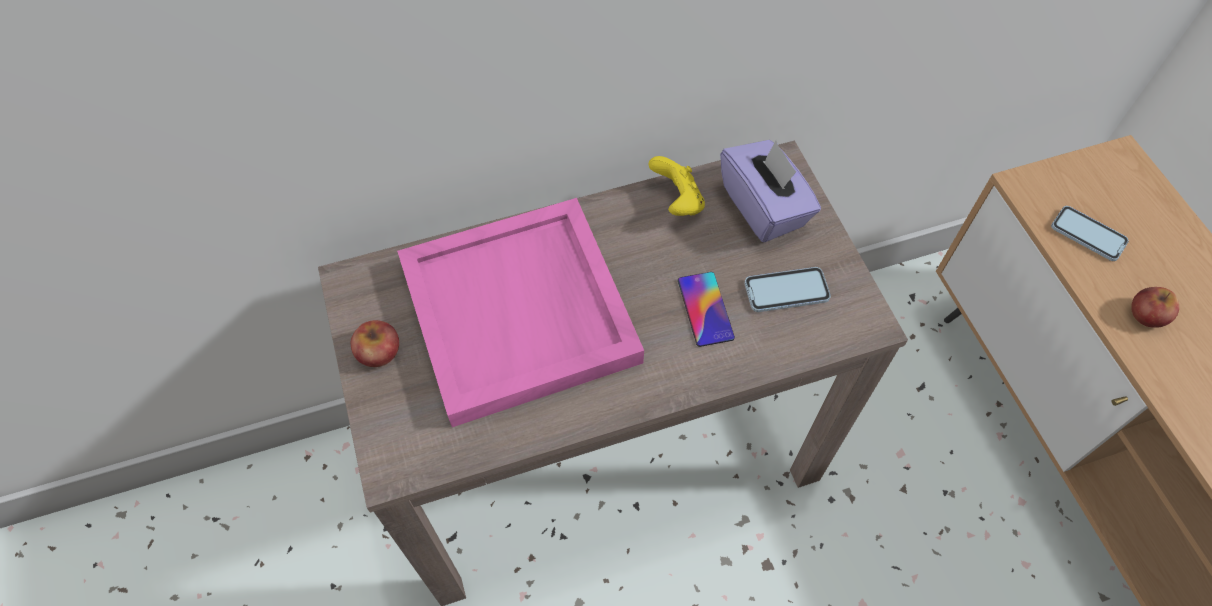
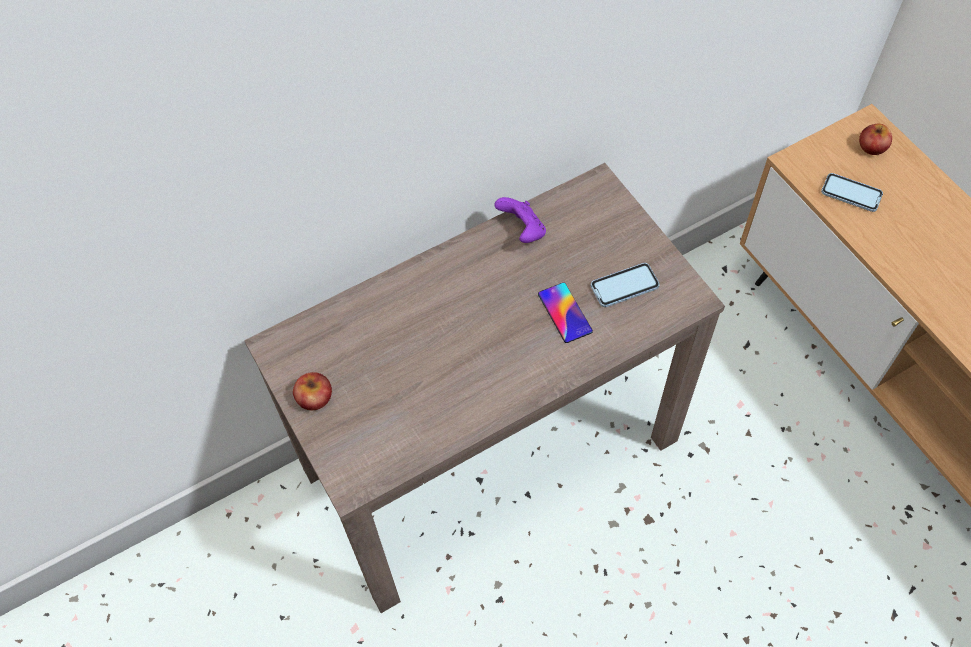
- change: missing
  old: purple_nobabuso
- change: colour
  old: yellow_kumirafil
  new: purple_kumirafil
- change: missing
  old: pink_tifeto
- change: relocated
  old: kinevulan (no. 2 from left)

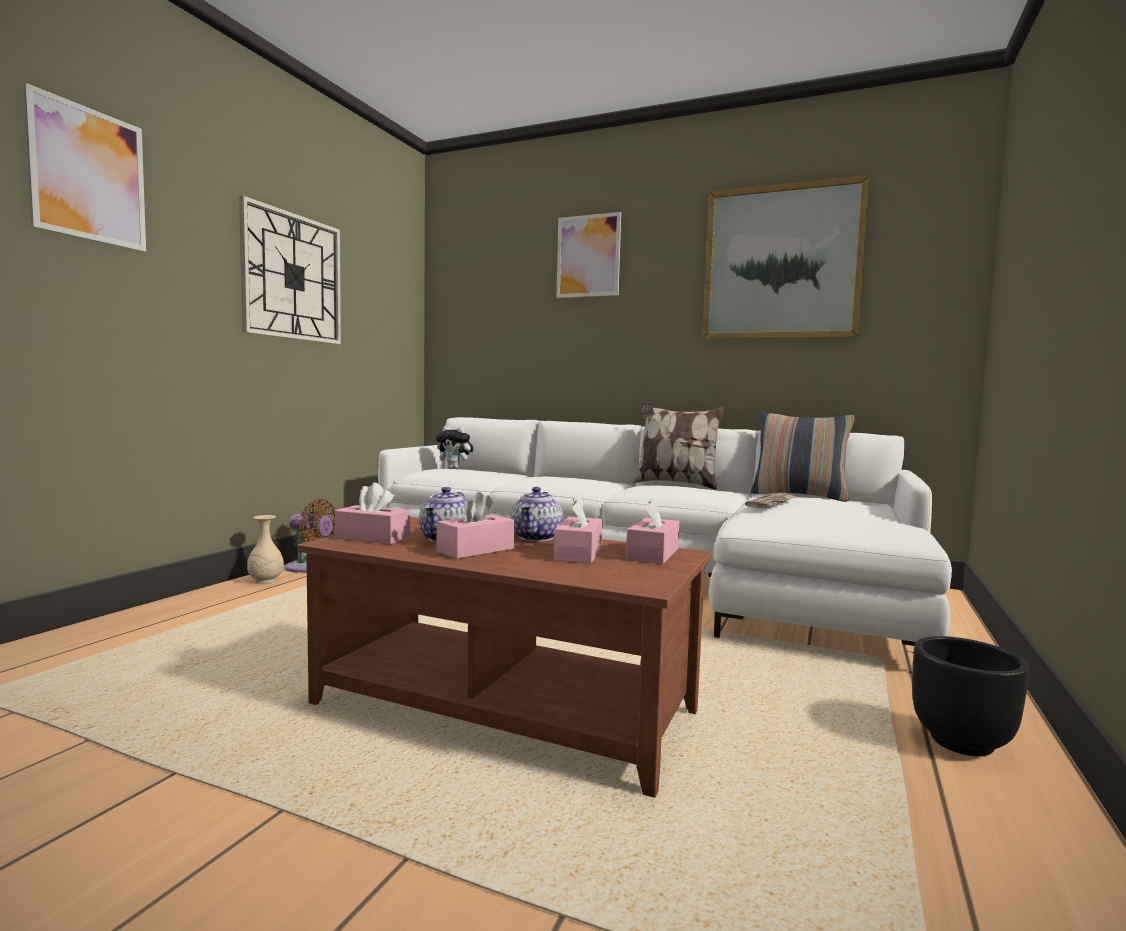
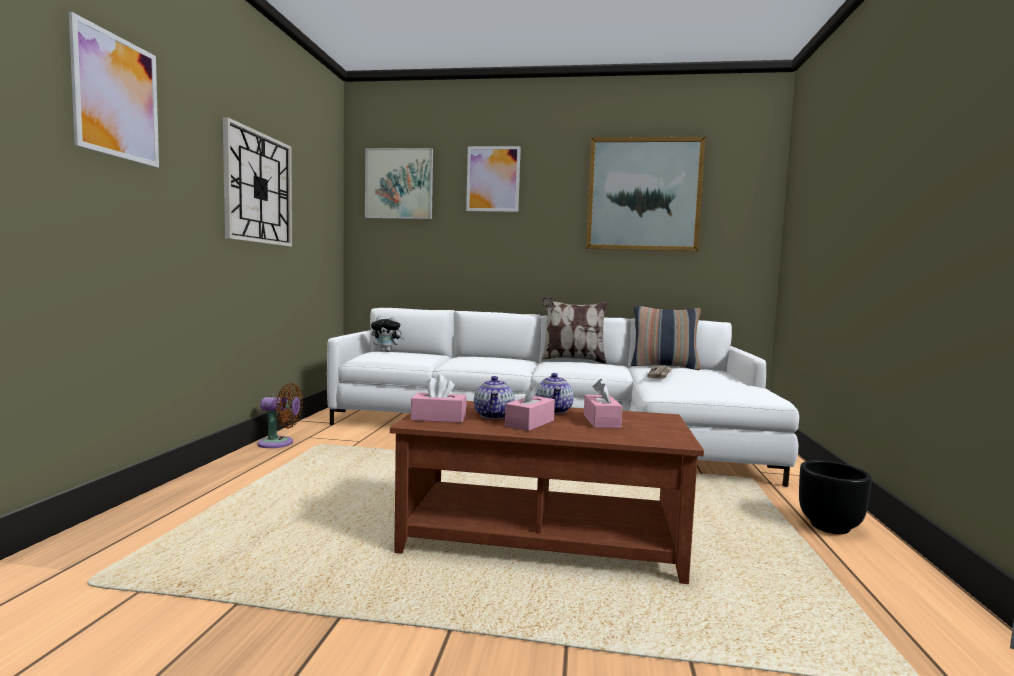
- change: missing
  old: pink_nobabuso (no. 4 from left)
- change: missing
  old: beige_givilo
- change: appeared
  new: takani (no. 2 from left)

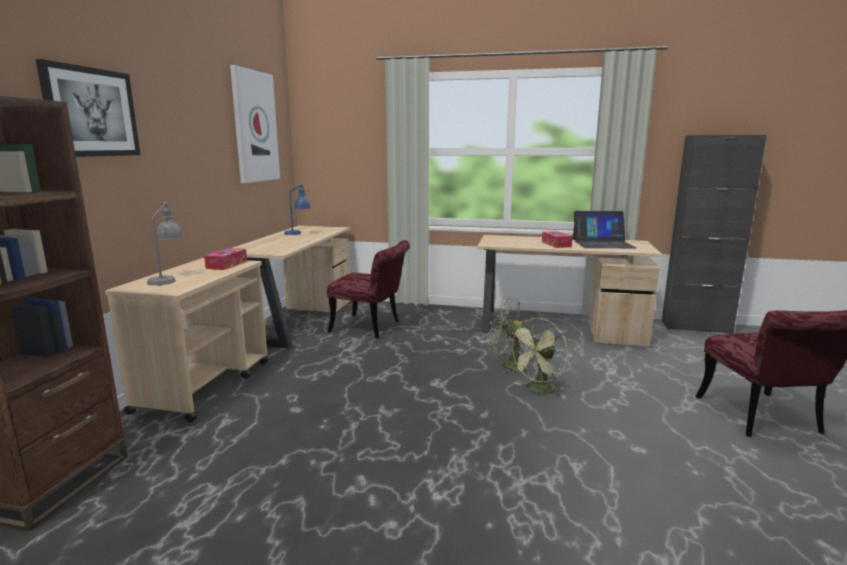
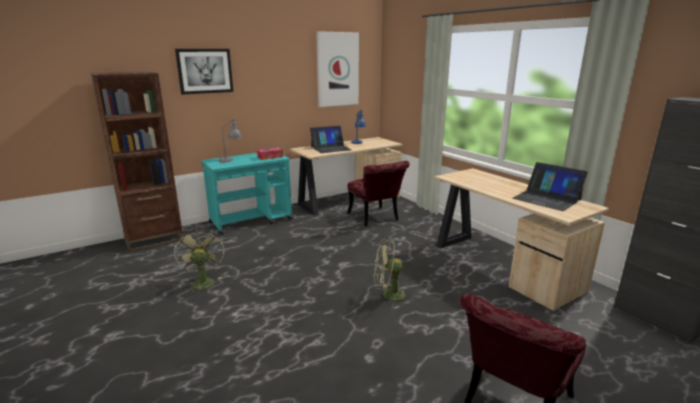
- change: missing
  old: nobabuso (no. 2 from left)
- change: colour
  old: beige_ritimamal
  new: turquoise_ritimamal
- change: relocated
  old: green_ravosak (no. 1 from left)
- change: appeared
  new: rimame (no. 1 from left)

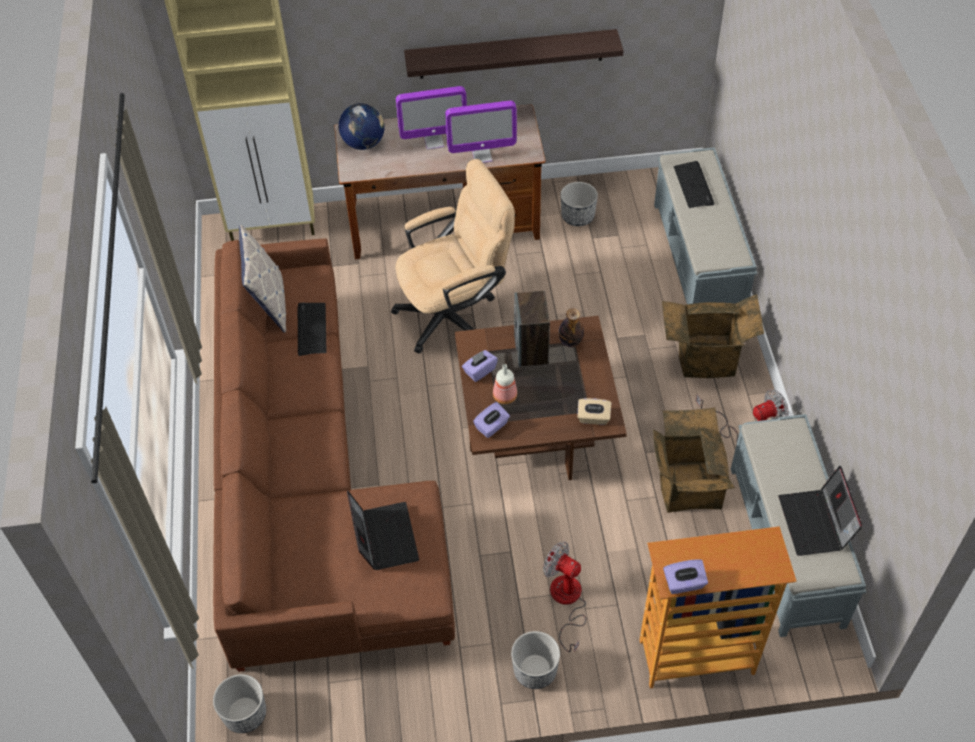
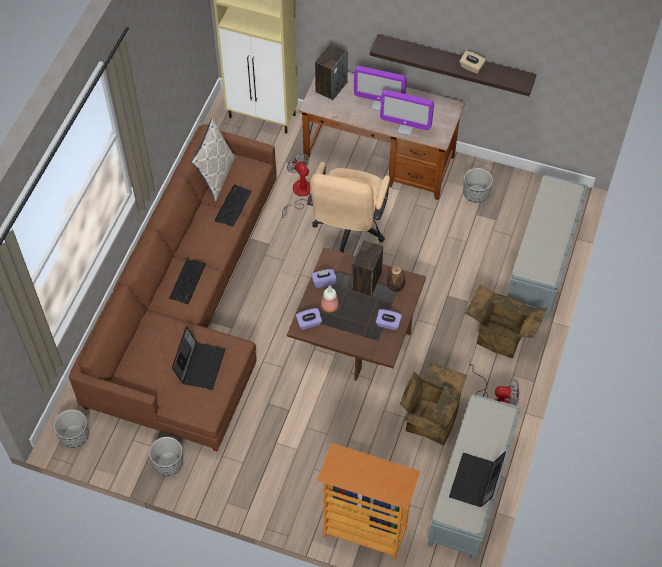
- change: exchanged
  old: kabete
  new: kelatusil (no. 1 from left)
- change: spun
  old: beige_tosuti
  degrees: 105
- change: relocated
  old: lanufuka (no. 2 from left in the first image)
  new: lanufuka (no. 1 from left)
- change: relocated
  old: beige_nobabuso
- change: relocated
  old: ravosak (no. 1 from left)
- change: relocated
  old: purple_nobabuso (no. 3 from left)
- change: relocated
  old: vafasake (no. 2 from left)

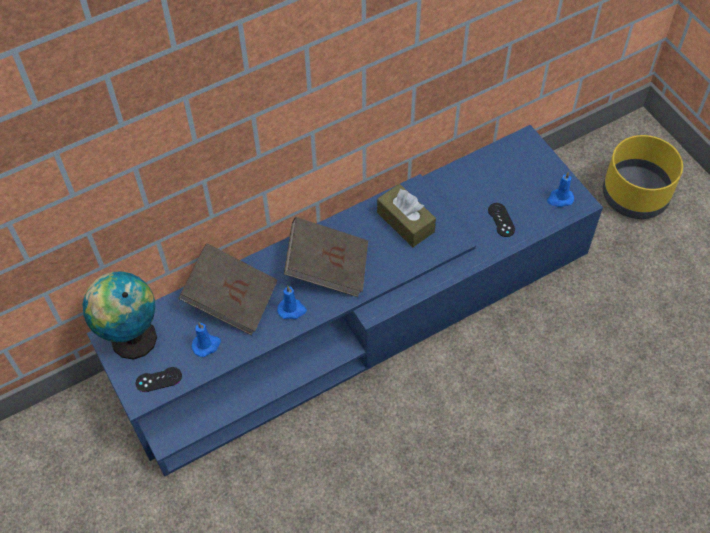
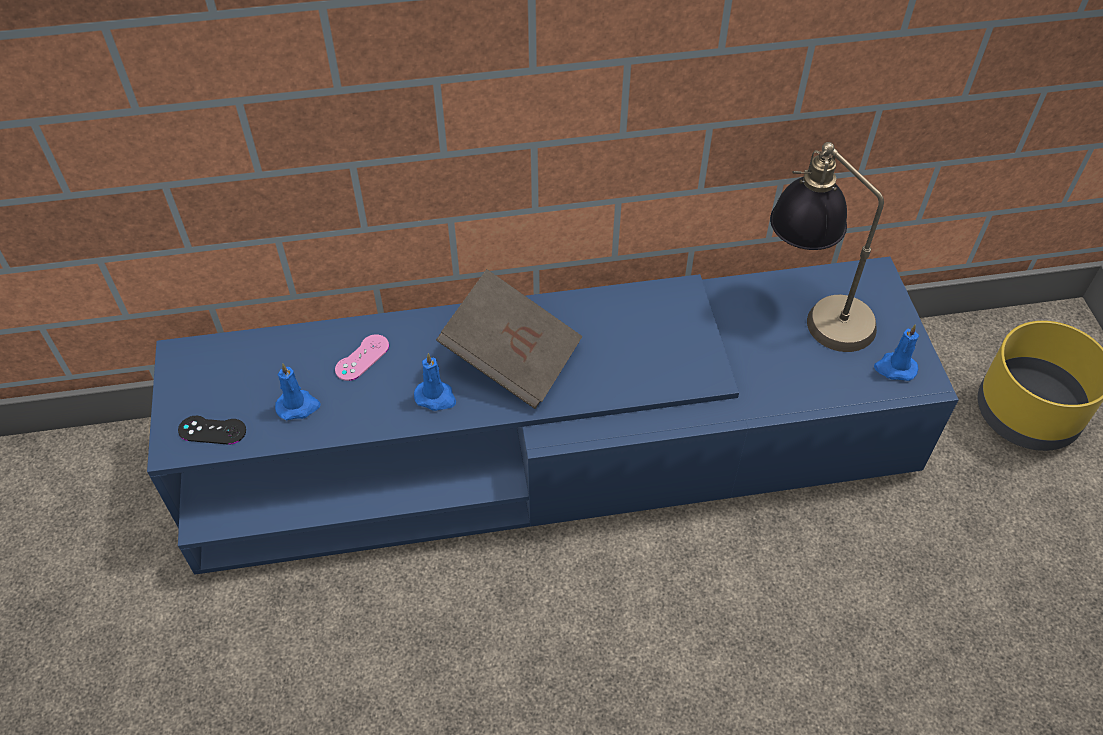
- change: missing
  old: brown_nobabuso
- change: missing
  old: black_kumirafil (no. 2 from left)
- change: exchanged
  old: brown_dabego (no. 1 from left)
  new: pink_kumirafil
- change: missing
  old: kabete
- change: appeared
  new: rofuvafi

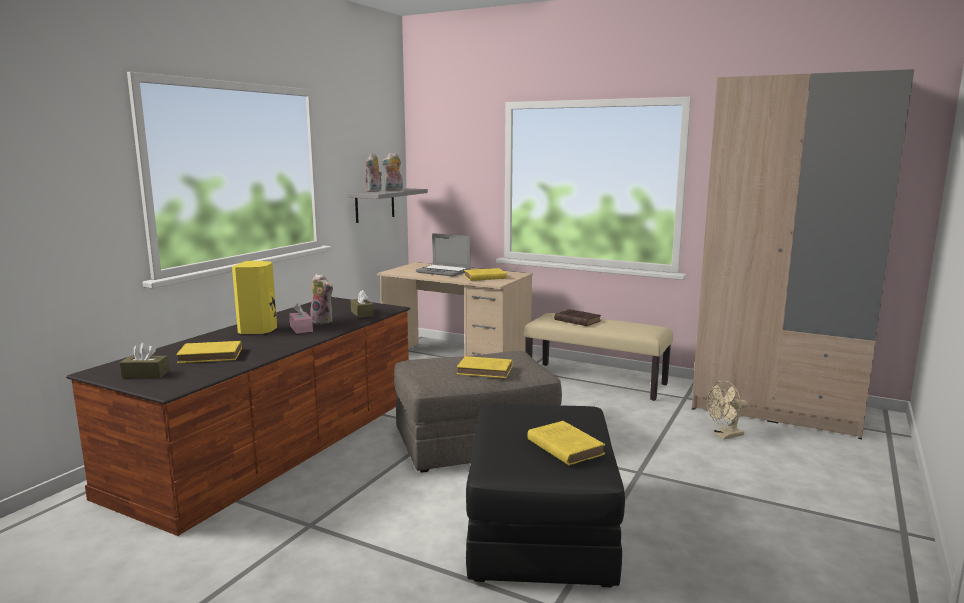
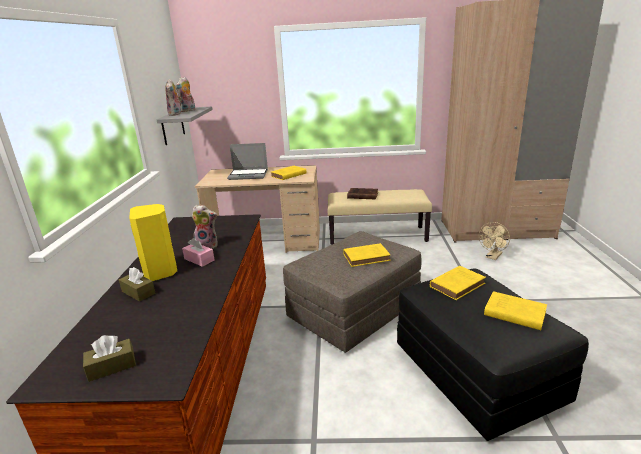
- change: relocated
  old: brown_nobabuso (no. 2 from left)
- change: relocated
  old: yellow_dabego (no. 1 from left in the first image)
  new: yellow_dabego (no. 3 from left)

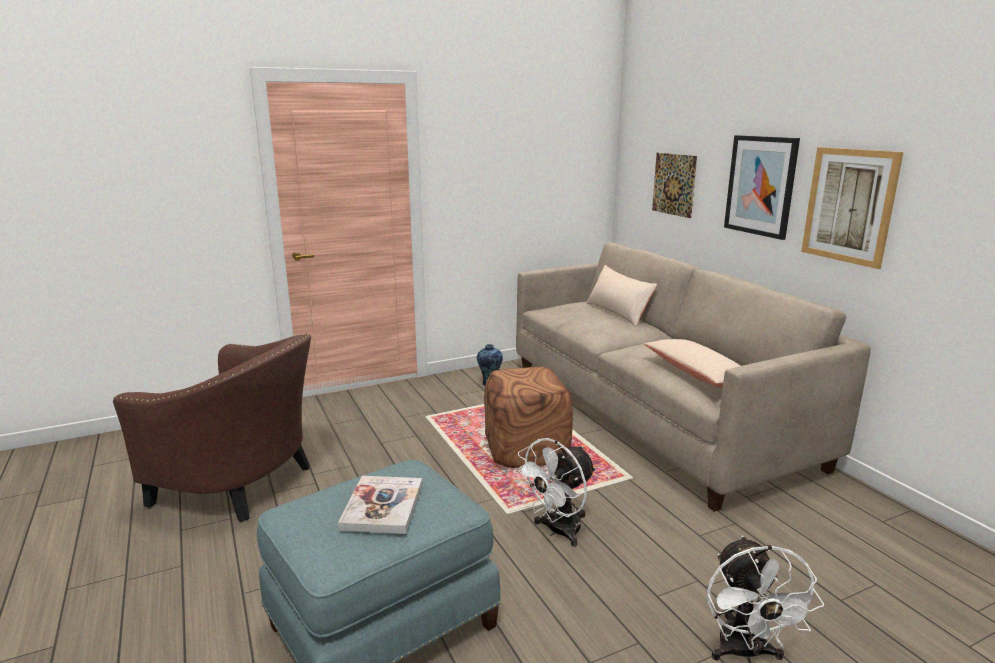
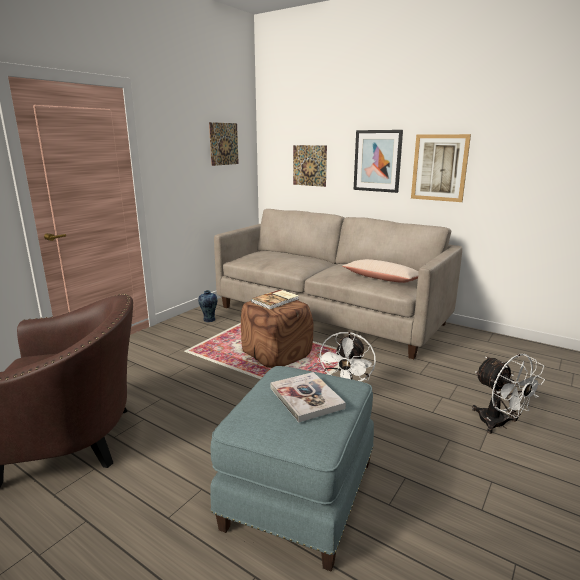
- change: missing
  old: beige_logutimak (no. 1 from left)
- change: appeared
  new: takani (no. 1 from left)
- change: appeared
  new: dabego (no. 1 from left)

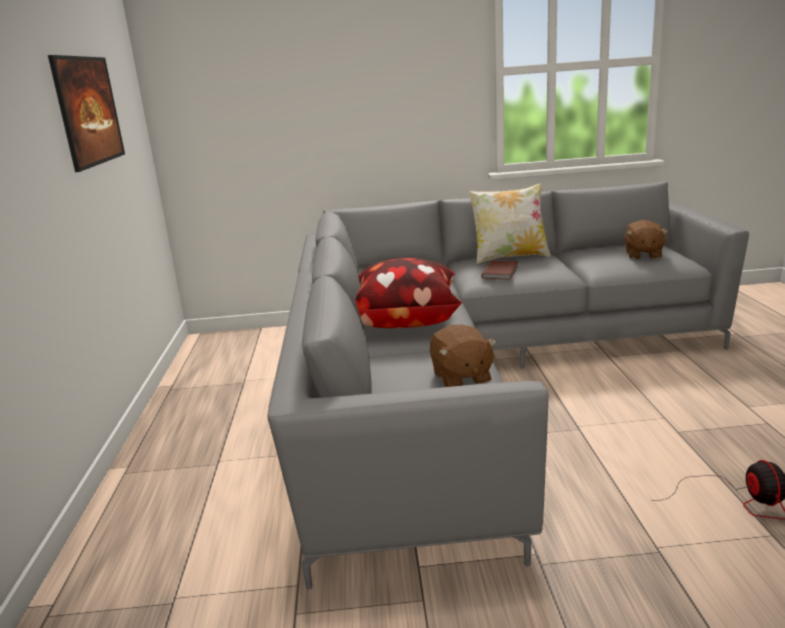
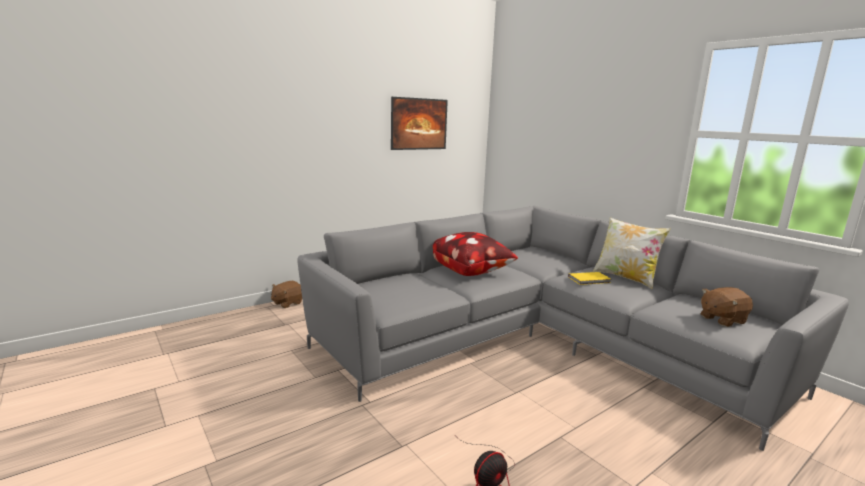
- change: colour
  old: brown_dabego
  new: yellow_dabego
- change: relocated
  old: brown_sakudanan (no. 1 from left)

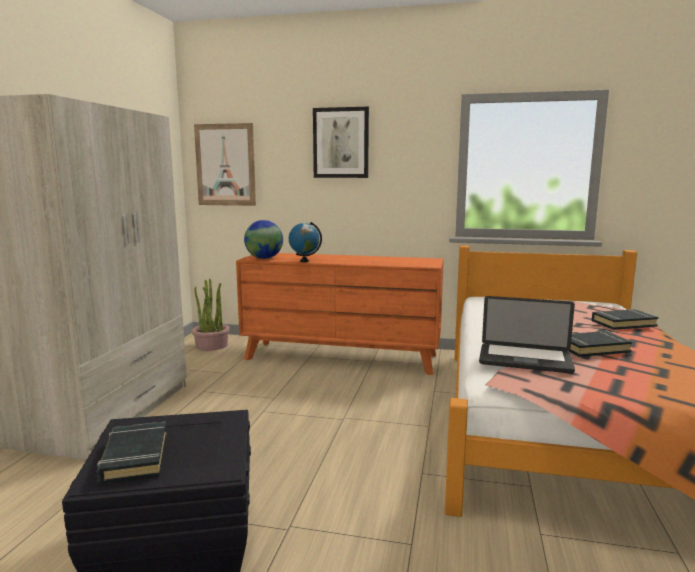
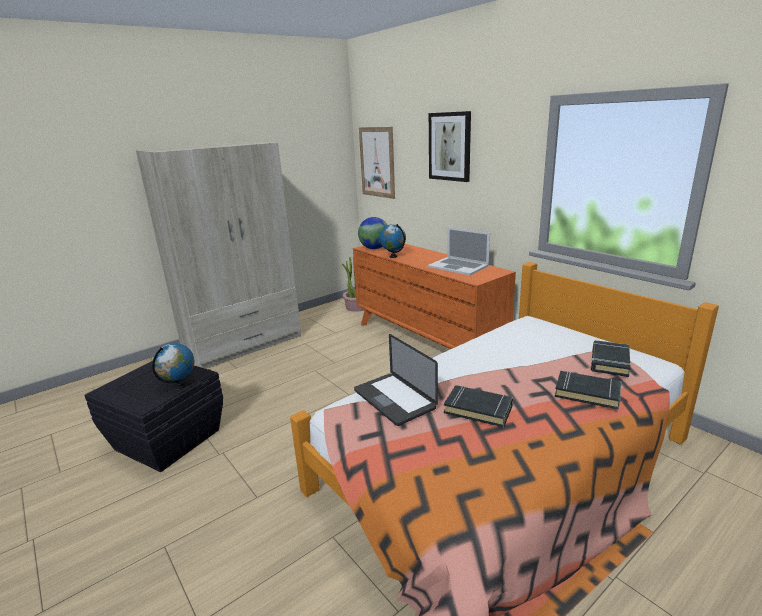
- change: relocated
  old: black_dabego (no. 1 from left in the first image)
  new: black_dabego (no. 3 from left)
- change: appeared
  new: rimame (no. 2 from left)
- change: appeared
  new: kabete (no. 1 from left)

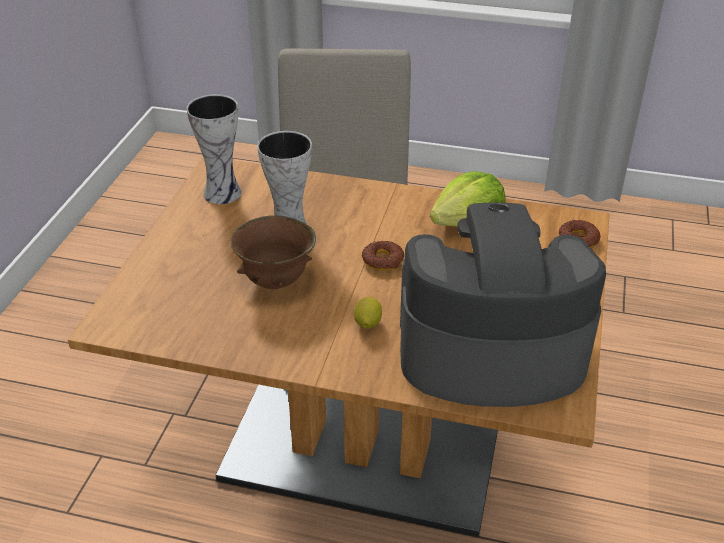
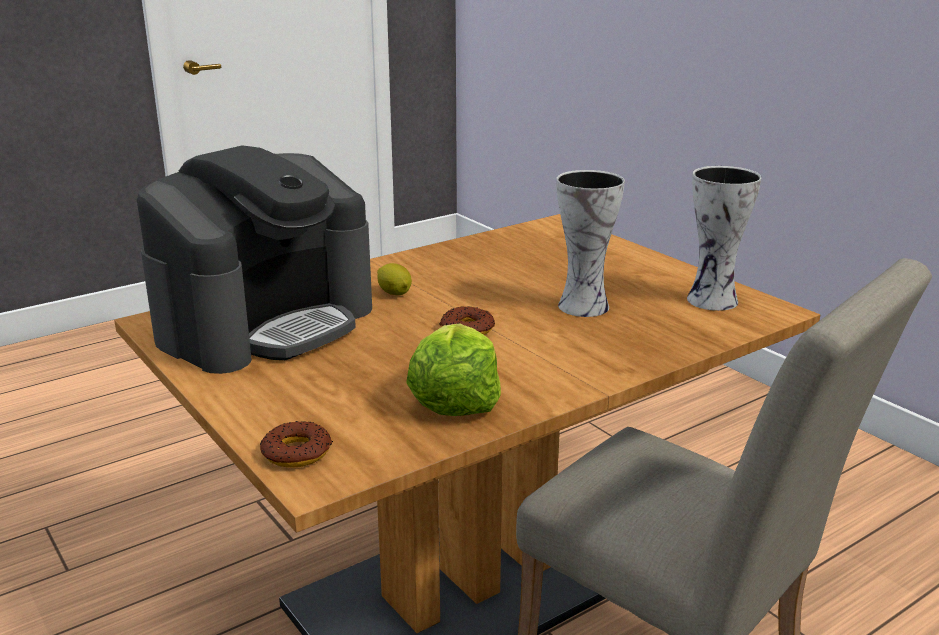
- change: missing
  old: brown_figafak

